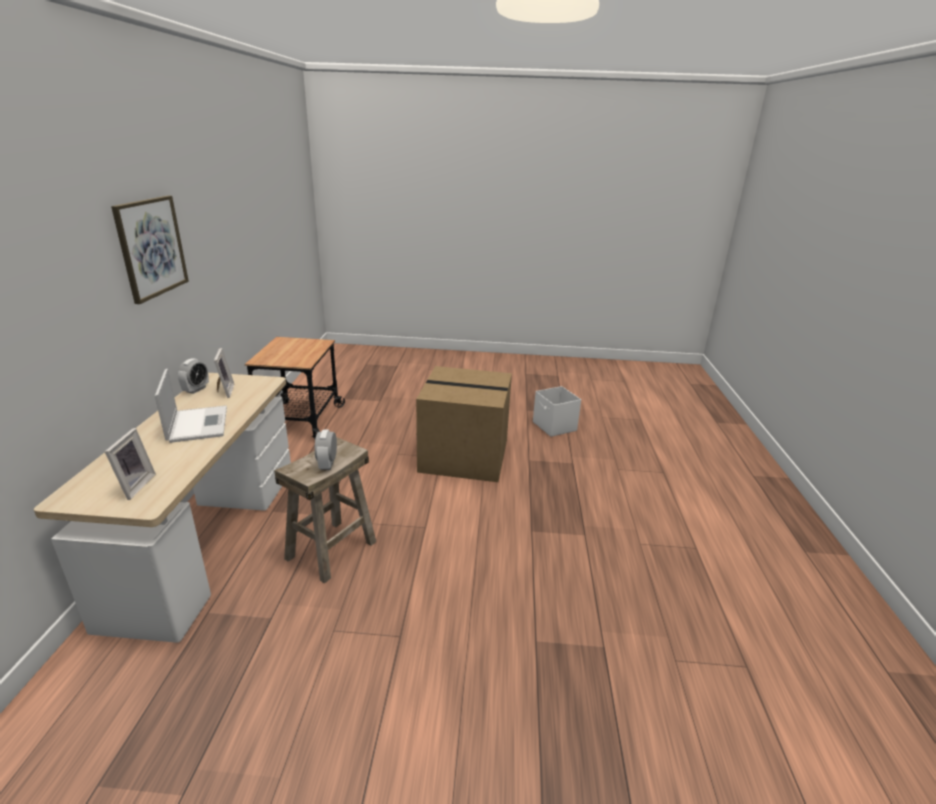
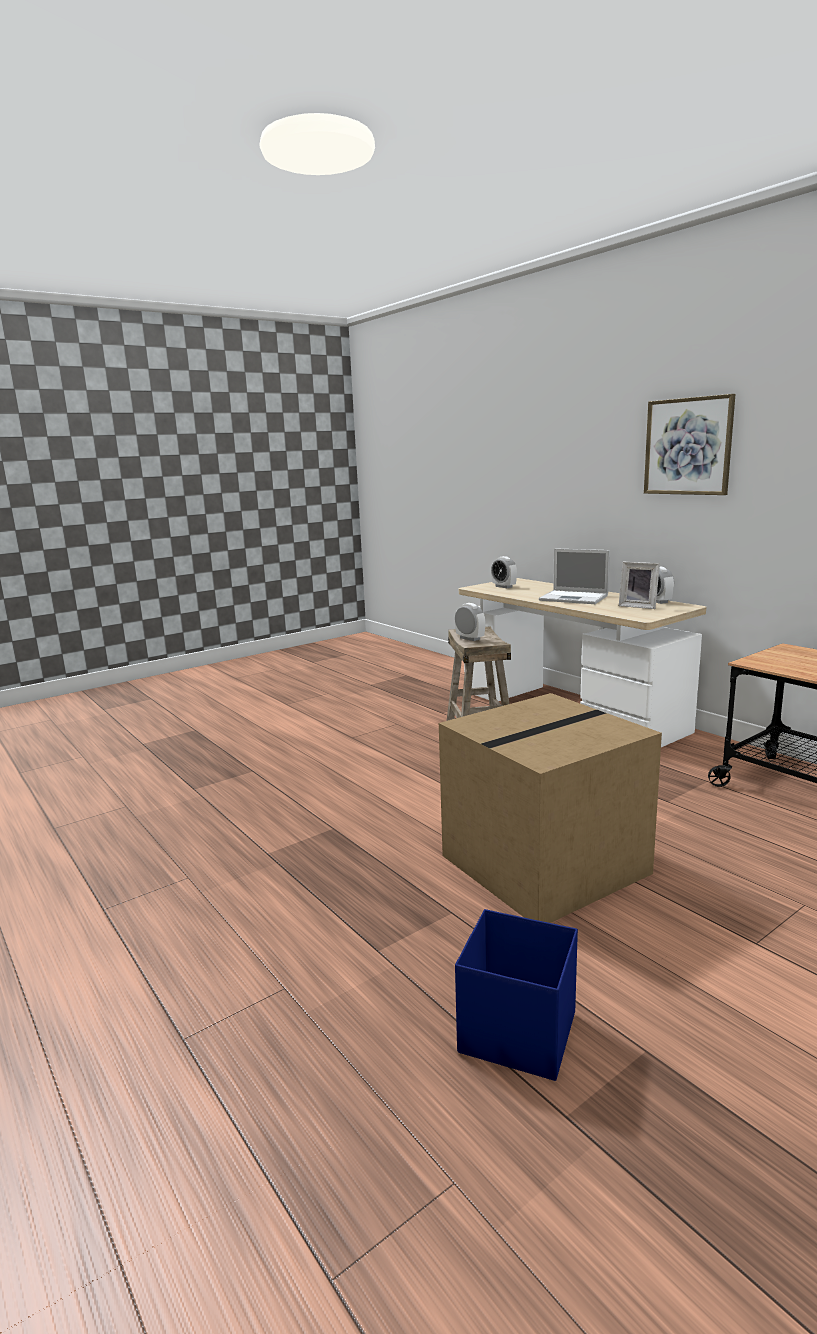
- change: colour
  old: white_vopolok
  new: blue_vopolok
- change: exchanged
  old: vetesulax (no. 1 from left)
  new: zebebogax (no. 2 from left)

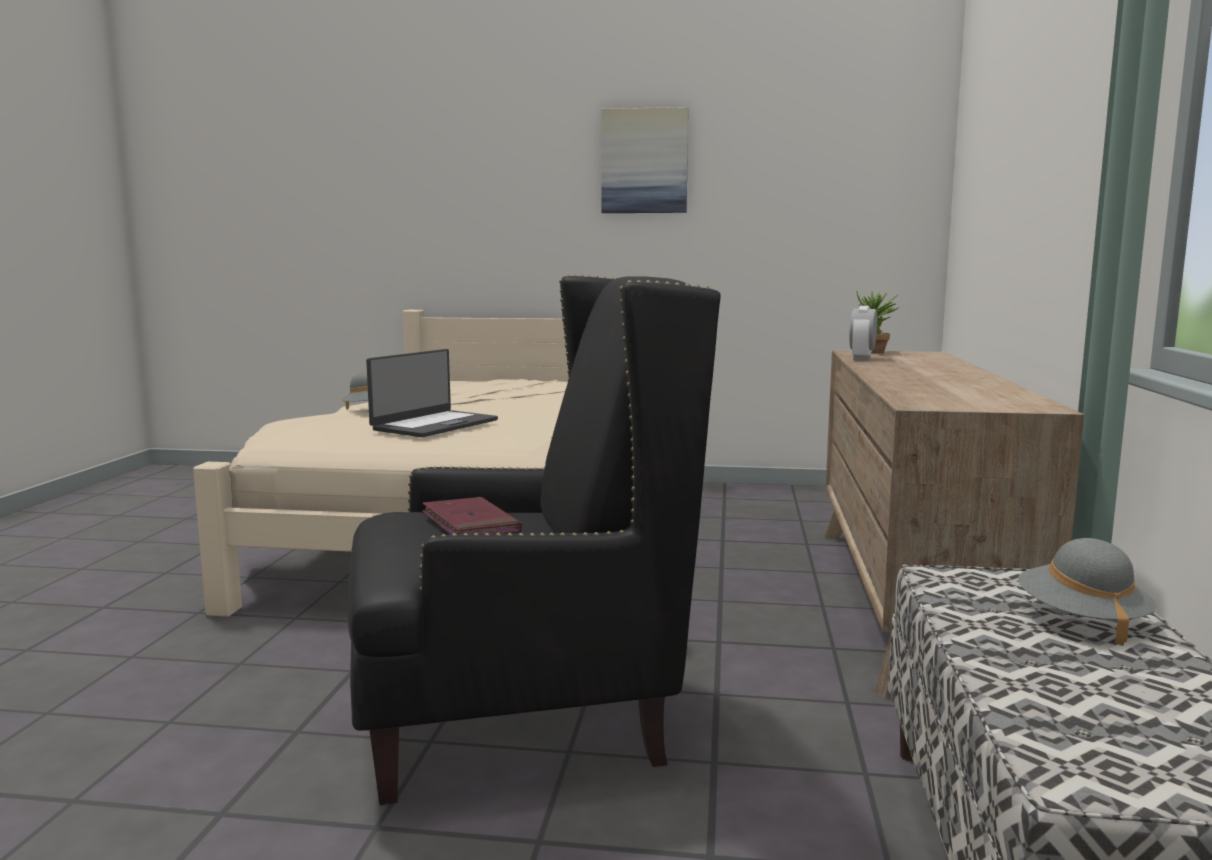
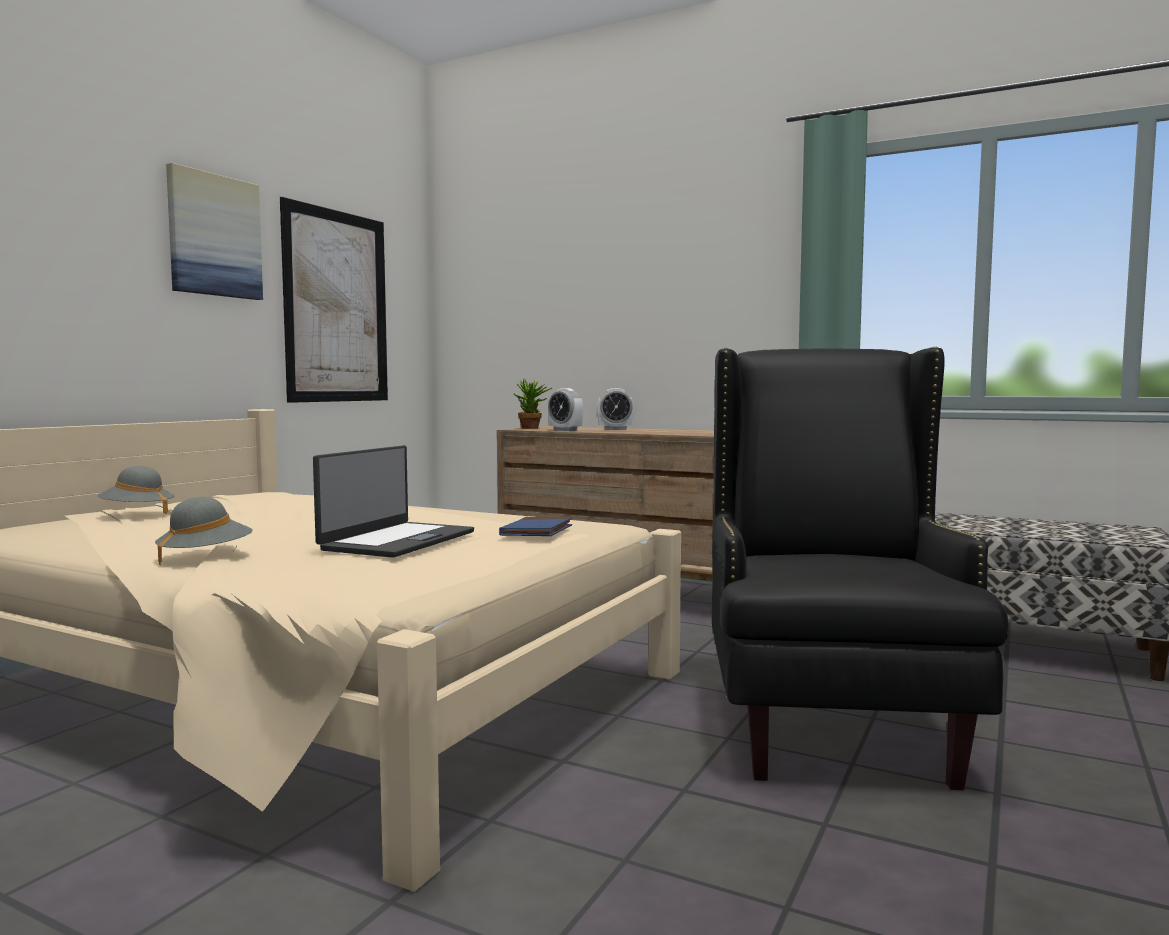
- change: spun
  old: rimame
  degrees: 60
- change: missing
  old: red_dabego
- change: relocated
  old: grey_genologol (no. 2 from left in the first image)
  new: grey_genologol (no. 1 from left)
- change: appeared
  new: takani (no. 2 from left)
- change: appeared
  new: zebebogax (no. 2 from left)
- change: appeared
  new: blue_dabego

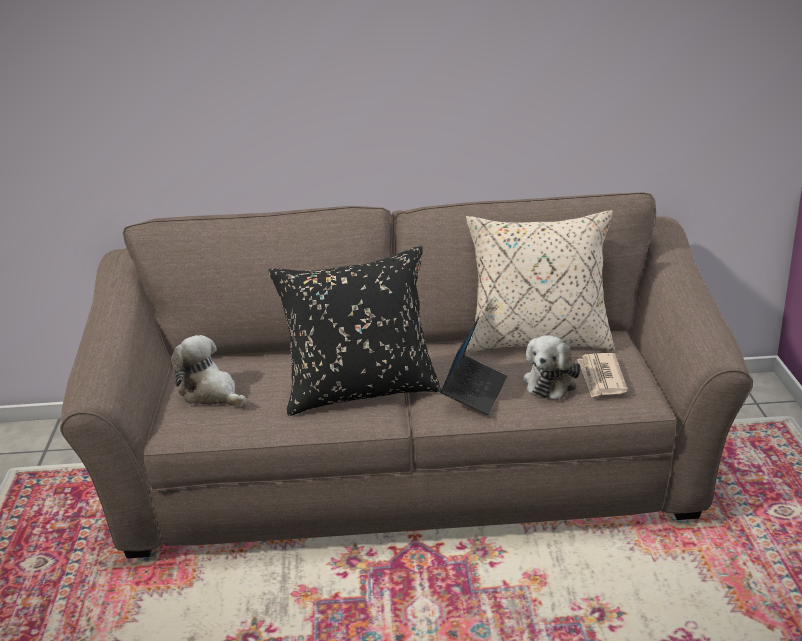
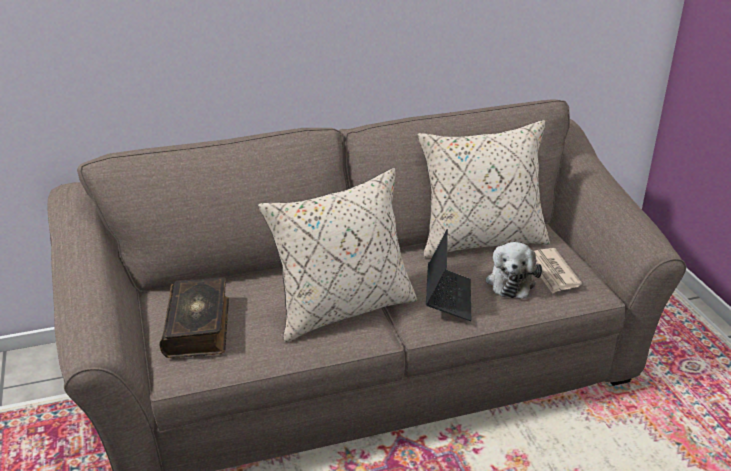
- change: colour
  old: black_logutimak
  new: beige_logutimak (no. 1 from left)
- change: exchanged
  old: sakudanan (no. 1 from left)
  new: dabego

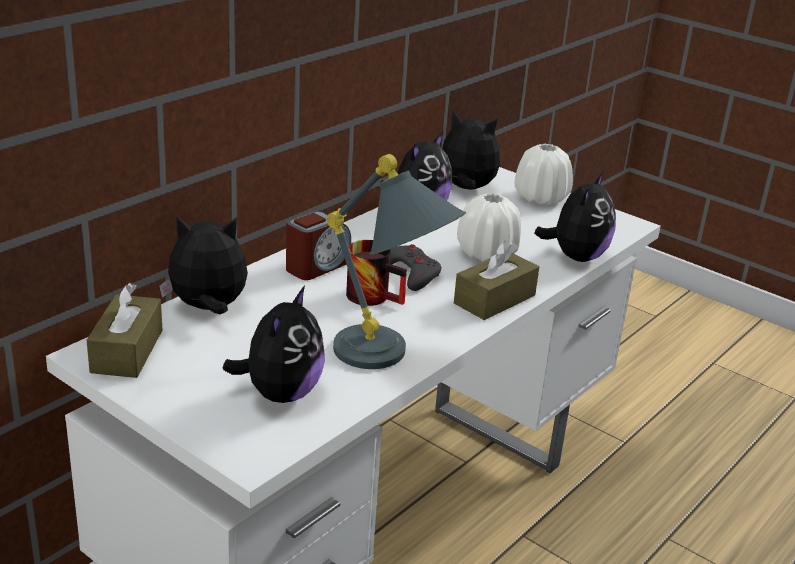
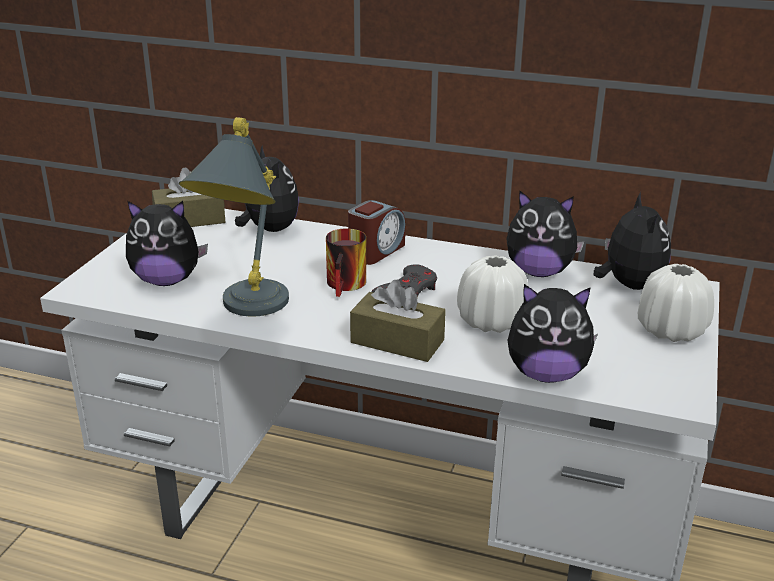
- change: spun
  old: zebebogax
  degrees: -75

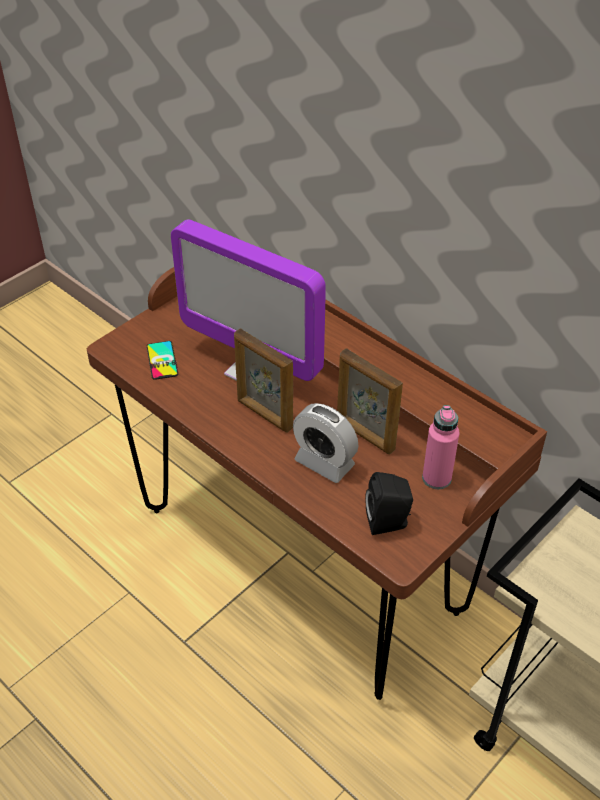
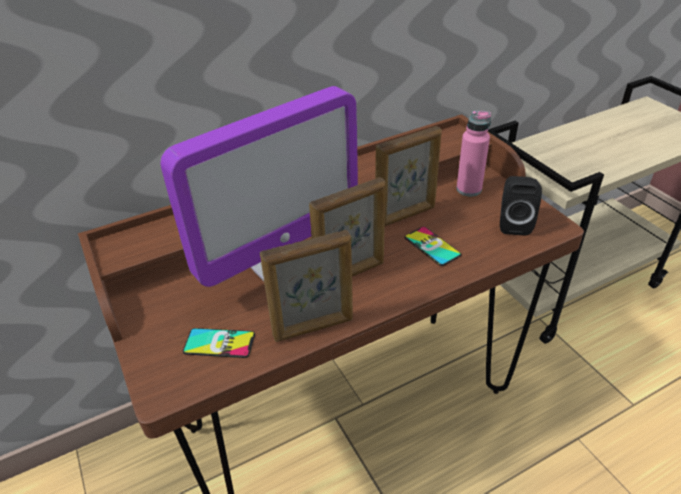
- change: exchanged
  old: zebebogax
  new: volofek (no. 2 from left)
- change: appeared
  new: vetesulax (no. 1 from left)

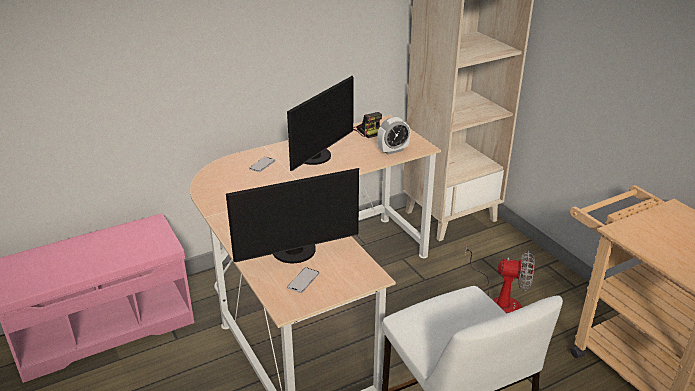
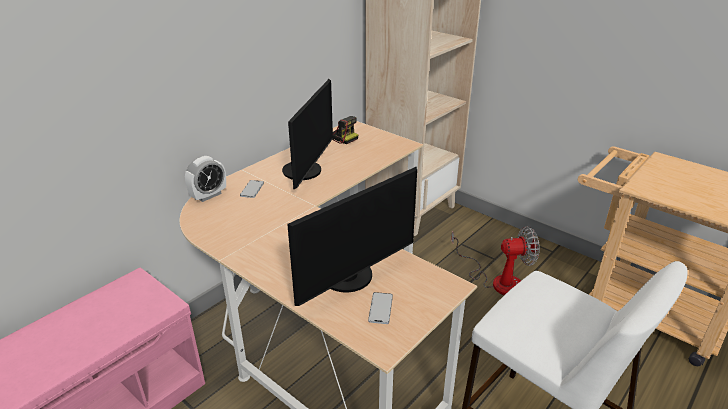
- change: relocated
  old: zebebogax

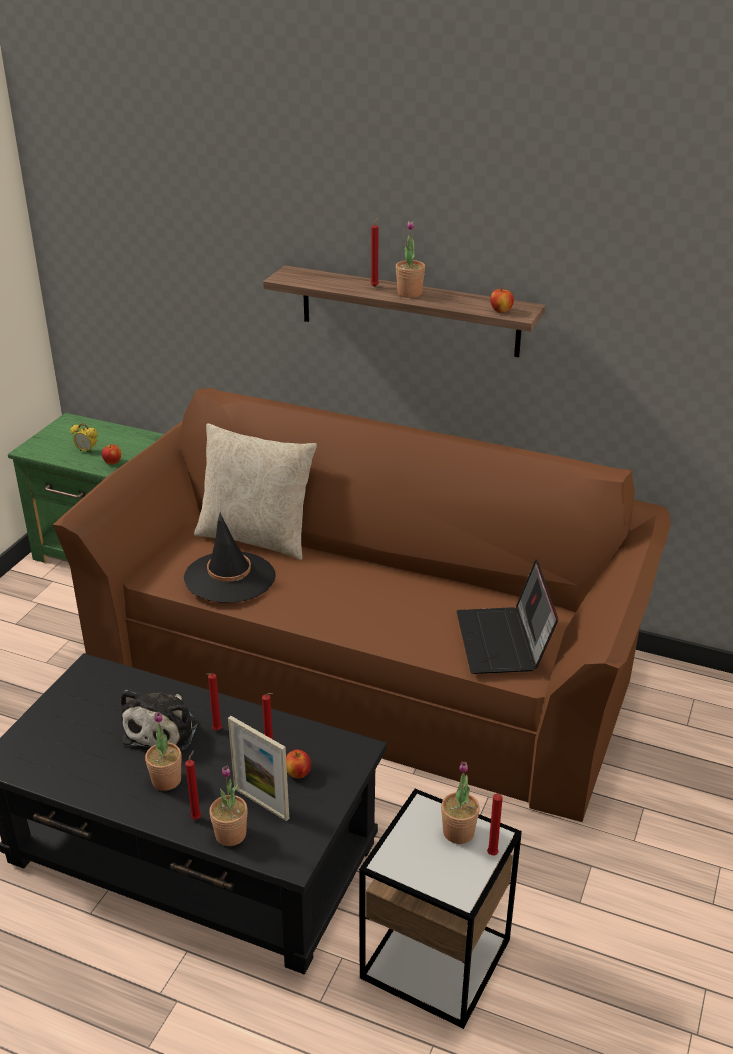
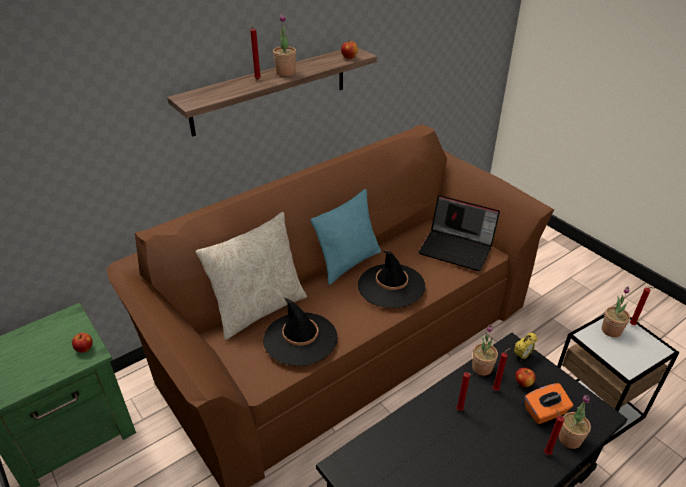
- change: relocated
  old: zebebogax
- change: missing
  old: sakudanan
- change: relocated
  old: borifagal (no. 1 from left in the first image)
  new: borifagal (no. 2 from left)
- change: exchanged
  old: vetesulax
  new: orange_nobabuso
- change: appeared
  new: turquoise_logutimak
- change: appeared
  new: black_genologol (no. 2 from left)

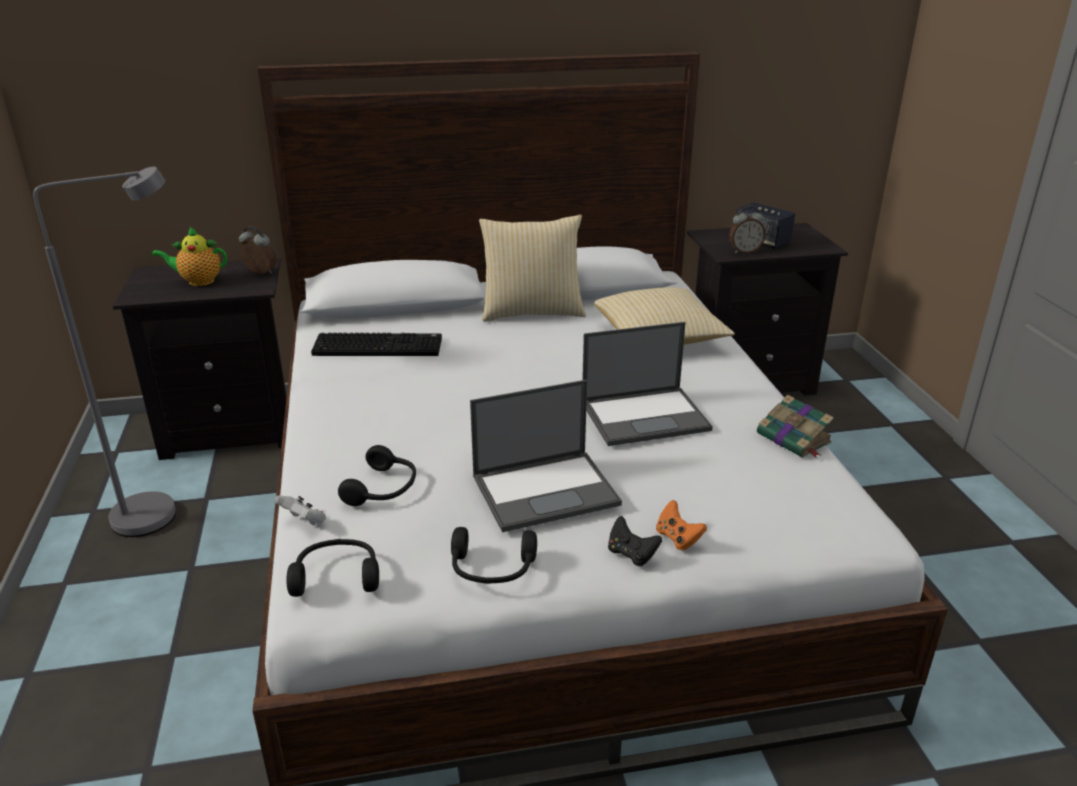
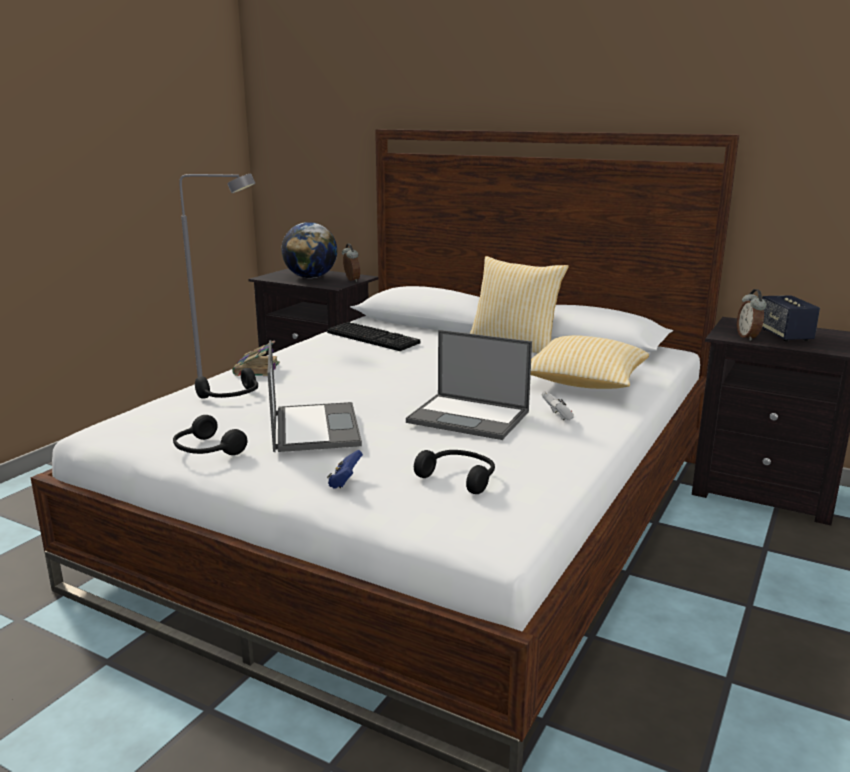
- change: spun
  old: zebebogax (no. 2 from left)
  degrees: 60
- change: exchanged
  old: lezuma
  new: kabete
- change: spun
  old: rimame (no. 1 from left)
  degrees: -120
- change: relocated
  old: dabego
- change: relocated
  old: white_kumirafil
- change: colour
  old: orange_kumirafil
  new: blue_kumirafil
- change: missing
  old: black_kumirafil
- change: relocated
  old: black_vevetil (no. 1 from left in the first image)
  new: black_vevetil (no. 3 from left)

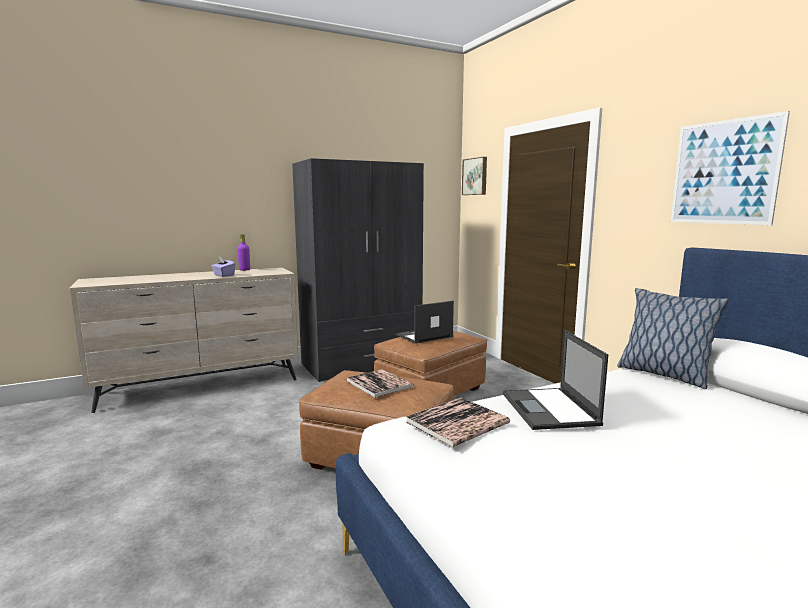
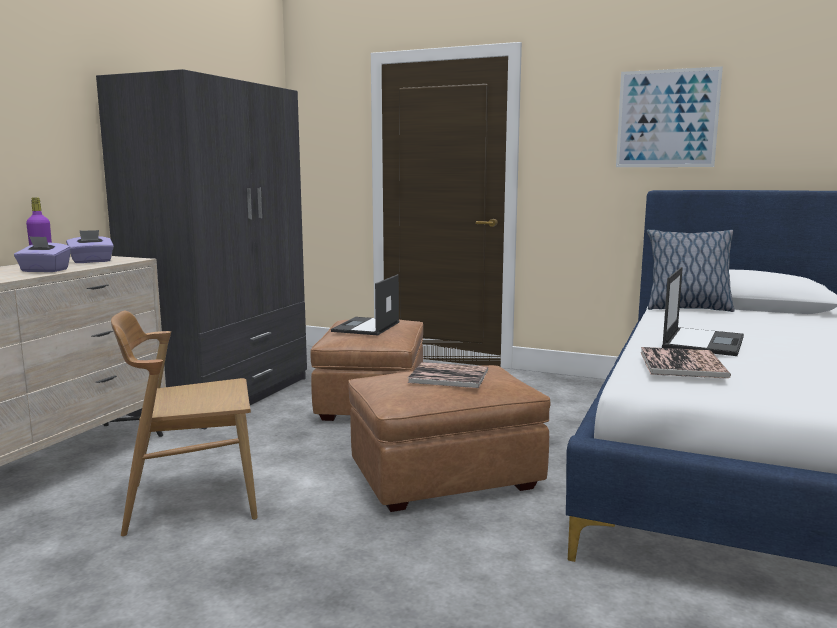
- change: missing
  old: takani (no. 1 from left)
- change: spun
  old: rimame (no. 2 from left)
  degrees: -105
- change: appeared
  new: purple_nobabuso (no. 2 from left)
- change: appeared
  new: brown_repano

